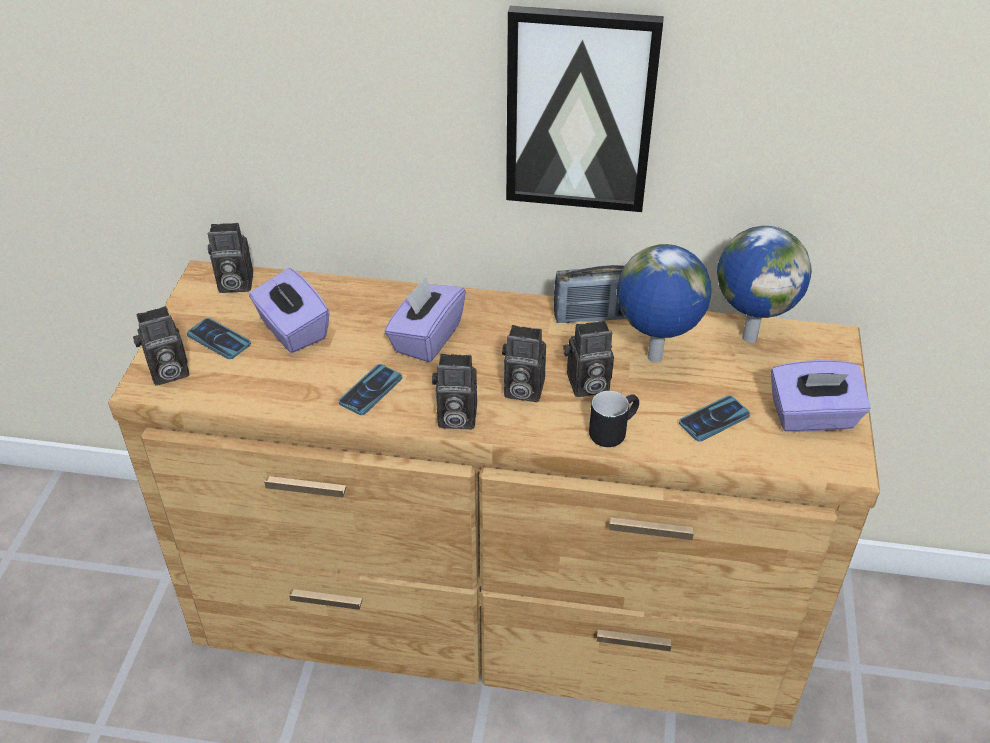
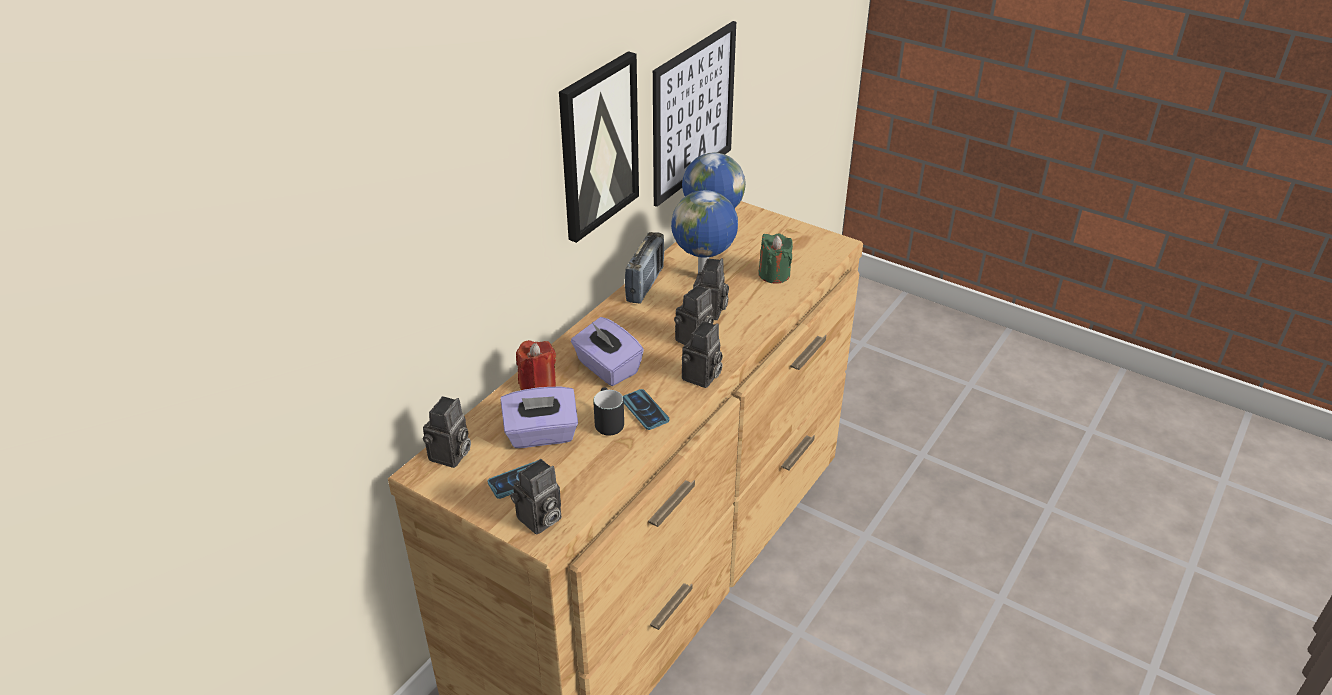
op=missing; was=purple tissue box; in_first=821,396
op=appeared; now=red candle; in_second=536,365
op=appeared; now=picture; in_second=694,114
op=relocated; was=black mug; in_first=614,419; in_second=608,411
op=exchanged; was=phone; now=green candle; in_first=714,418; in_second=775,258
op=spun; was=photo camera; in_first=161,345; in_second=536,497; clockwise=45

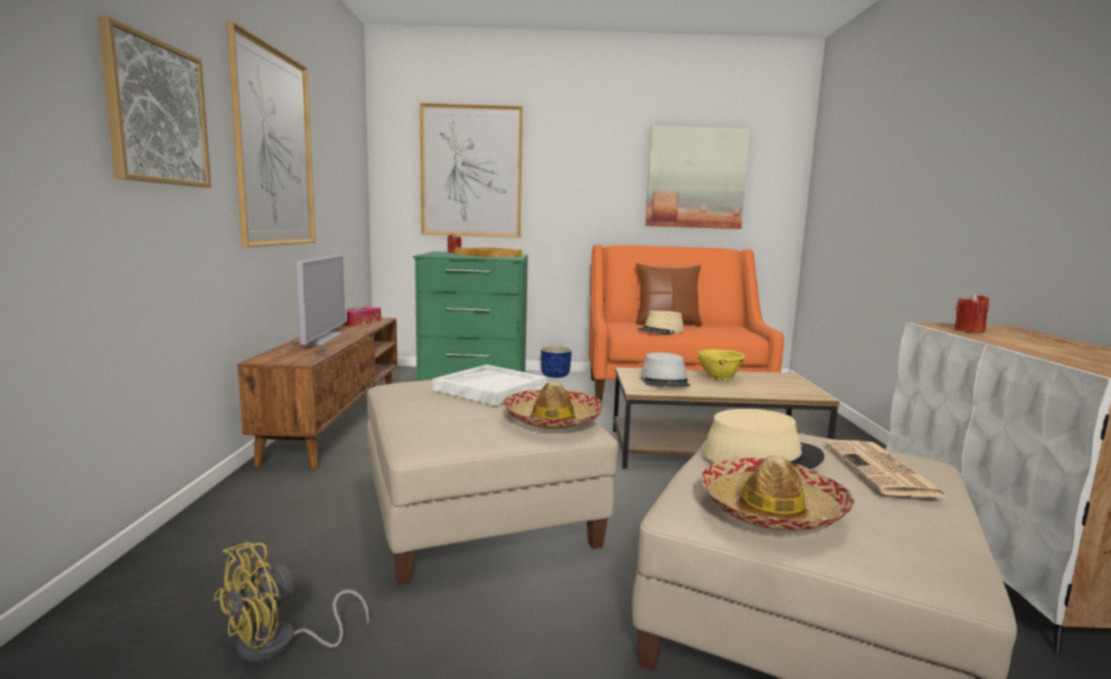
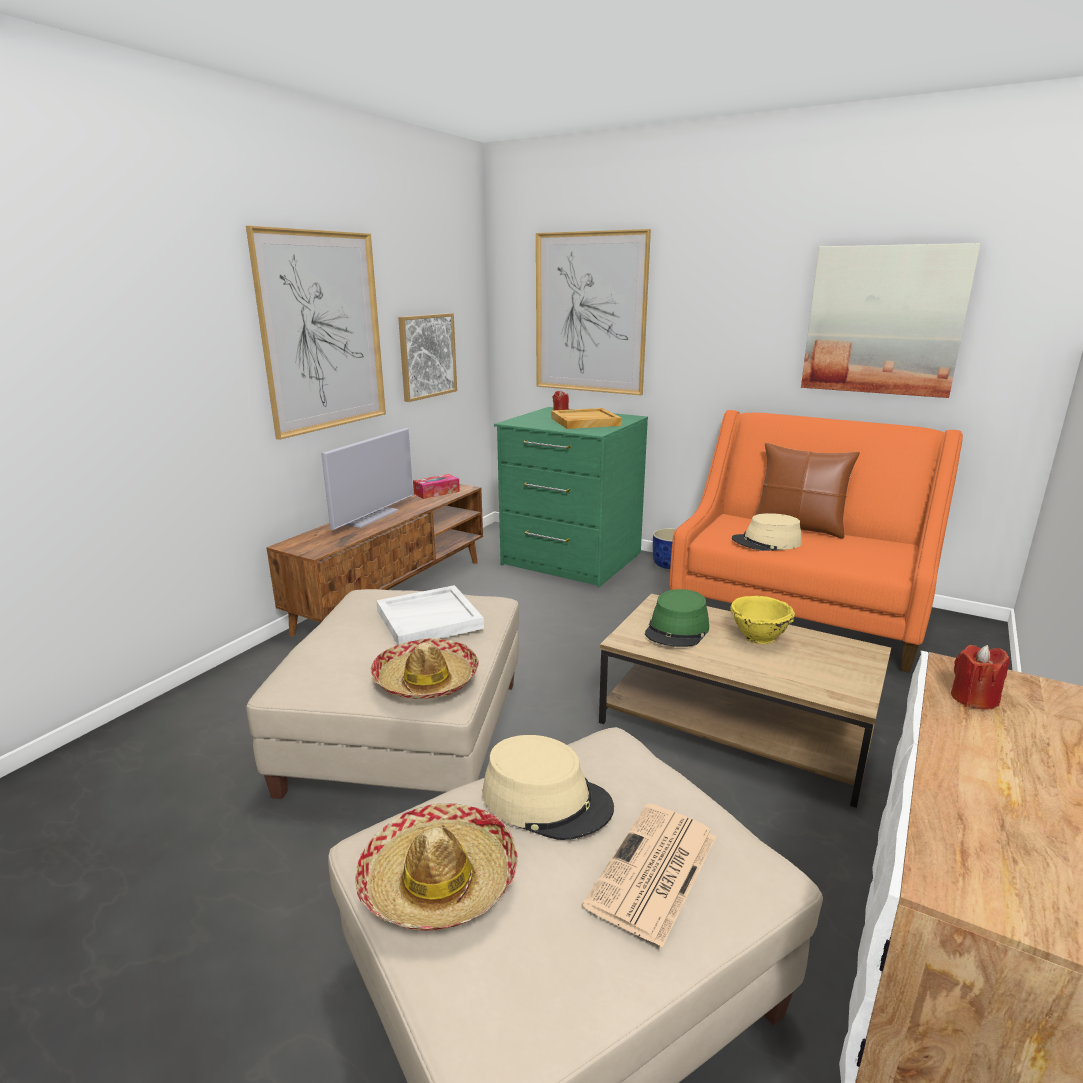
op=missing; was=yellow fan; in_first=291,602
op=relocated; was=picture; in_first=154,102; in_second=427,357
op=colour; was=grey hat; now=green hat; in_first=665,370; in_second=677,618

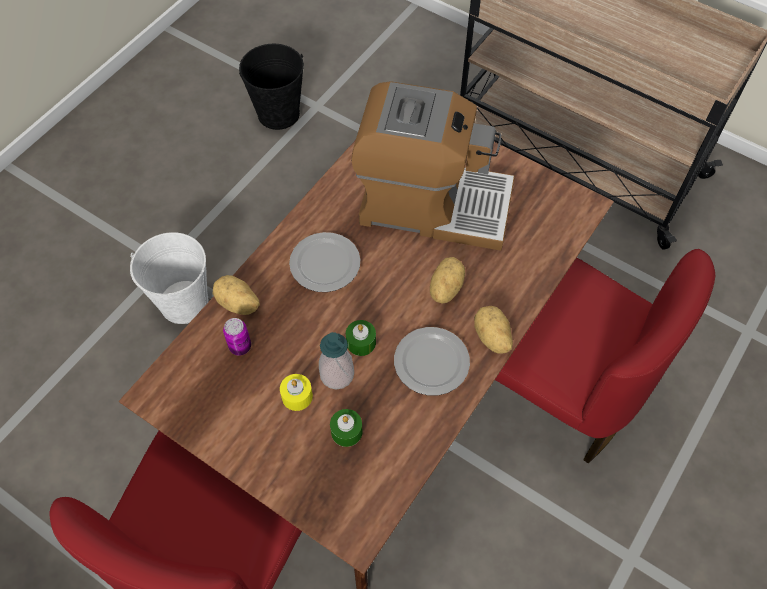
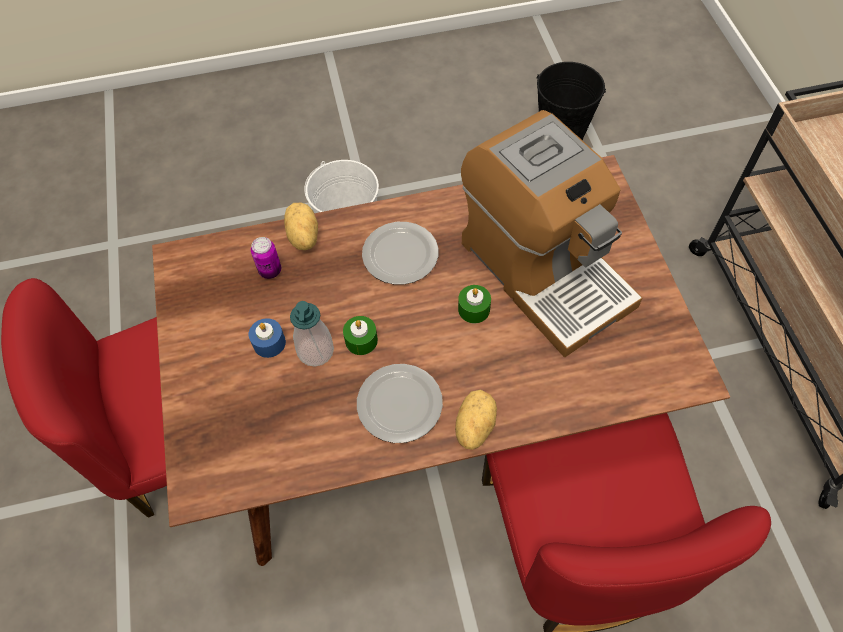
op=missing; was=potato; in_first=447,280
op=relocated; was=green candle; in_first=346,428; in_second=474,304
op=colour; was=yellow candle; now=blue candle; in_first=296,392; in_second=267,338

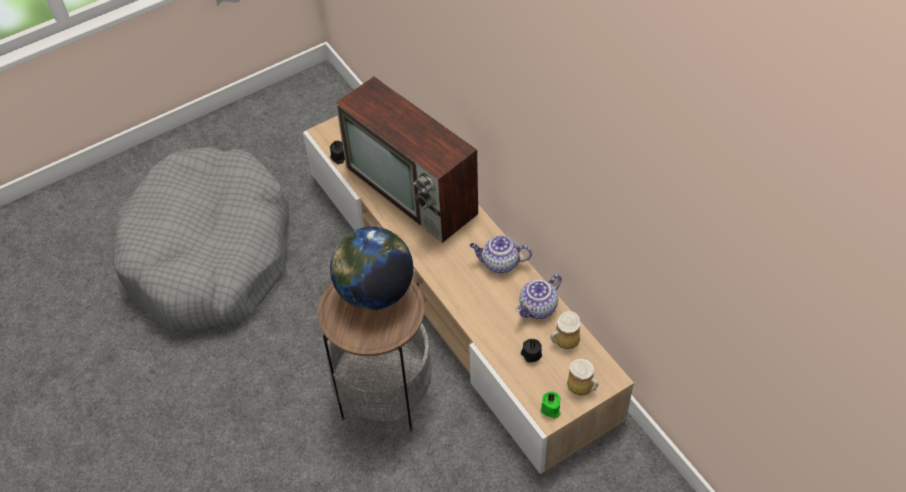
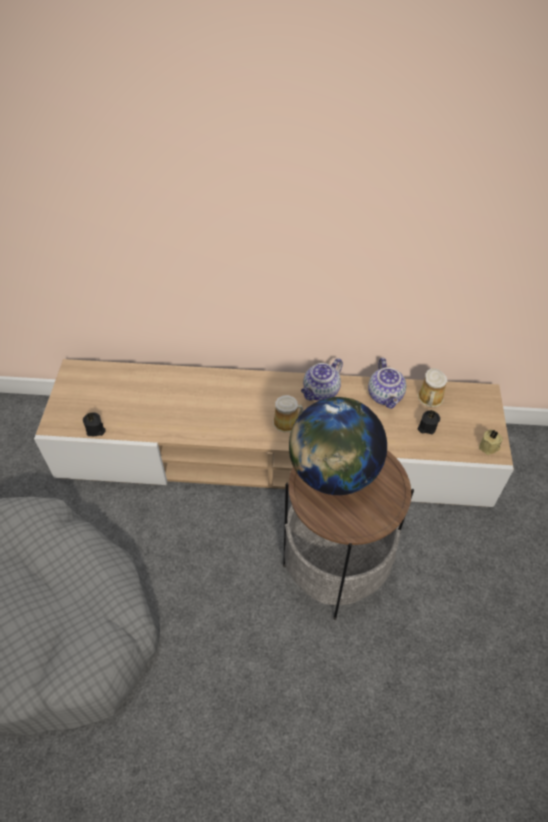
op=missing; was=television; in_first=407,160
op=relocated; was=mug; in_first=582,378; in_second=288,414
op=colour; was=green candle; now=beige candle; in_first=550,405; in_second=491,442

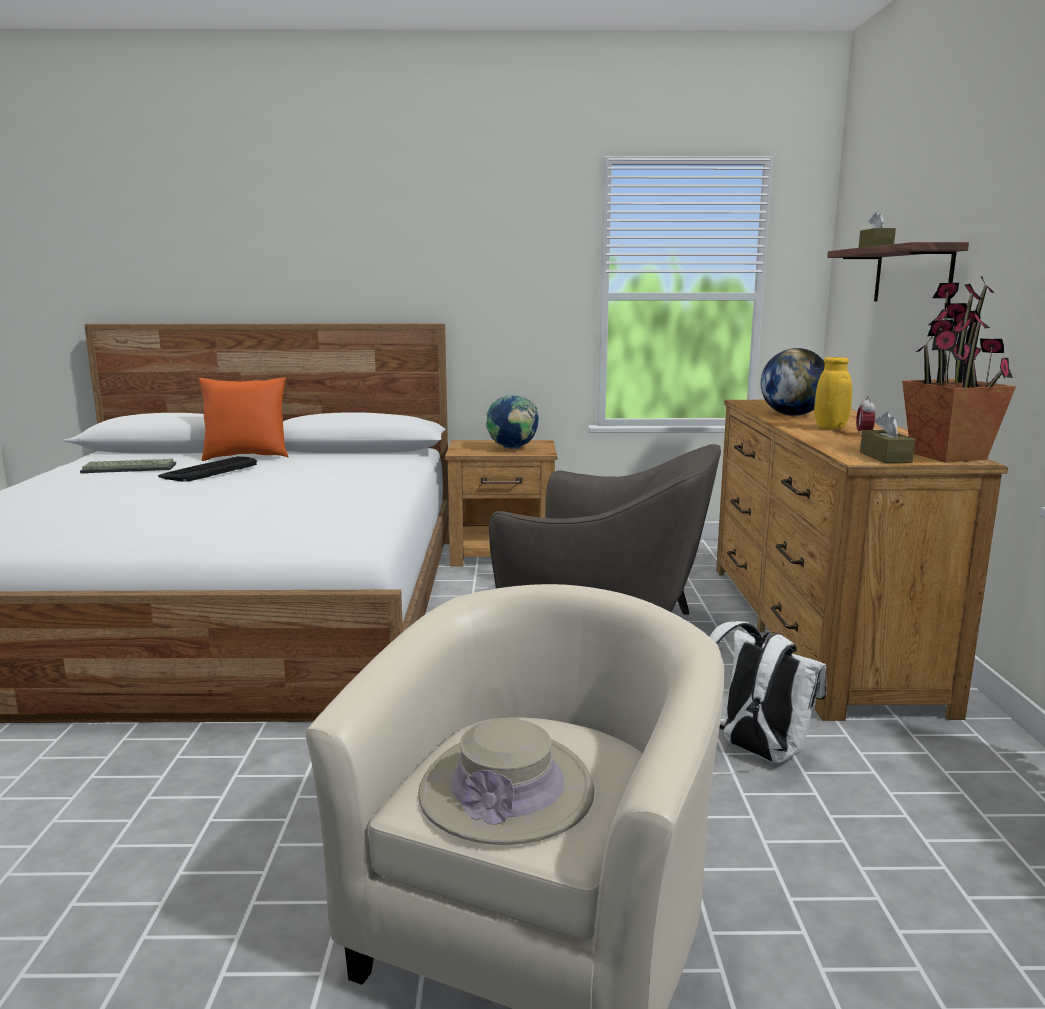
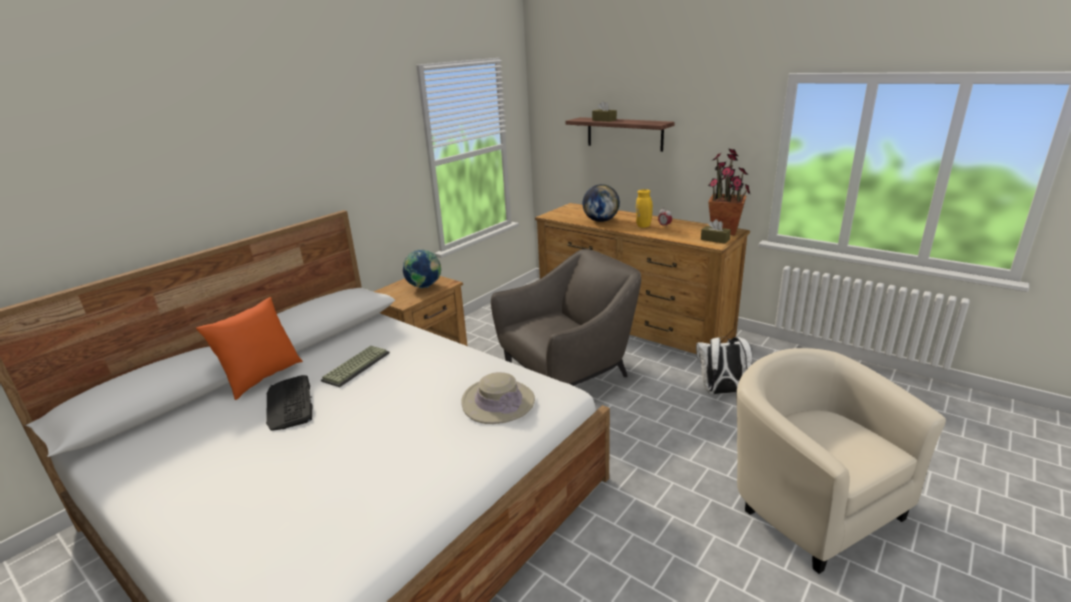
op=relocated; was=keyboard; in_first=128,466; in_second=355,366
op=relocated; was=beige hat; in_first=506,781; in_second=498,398

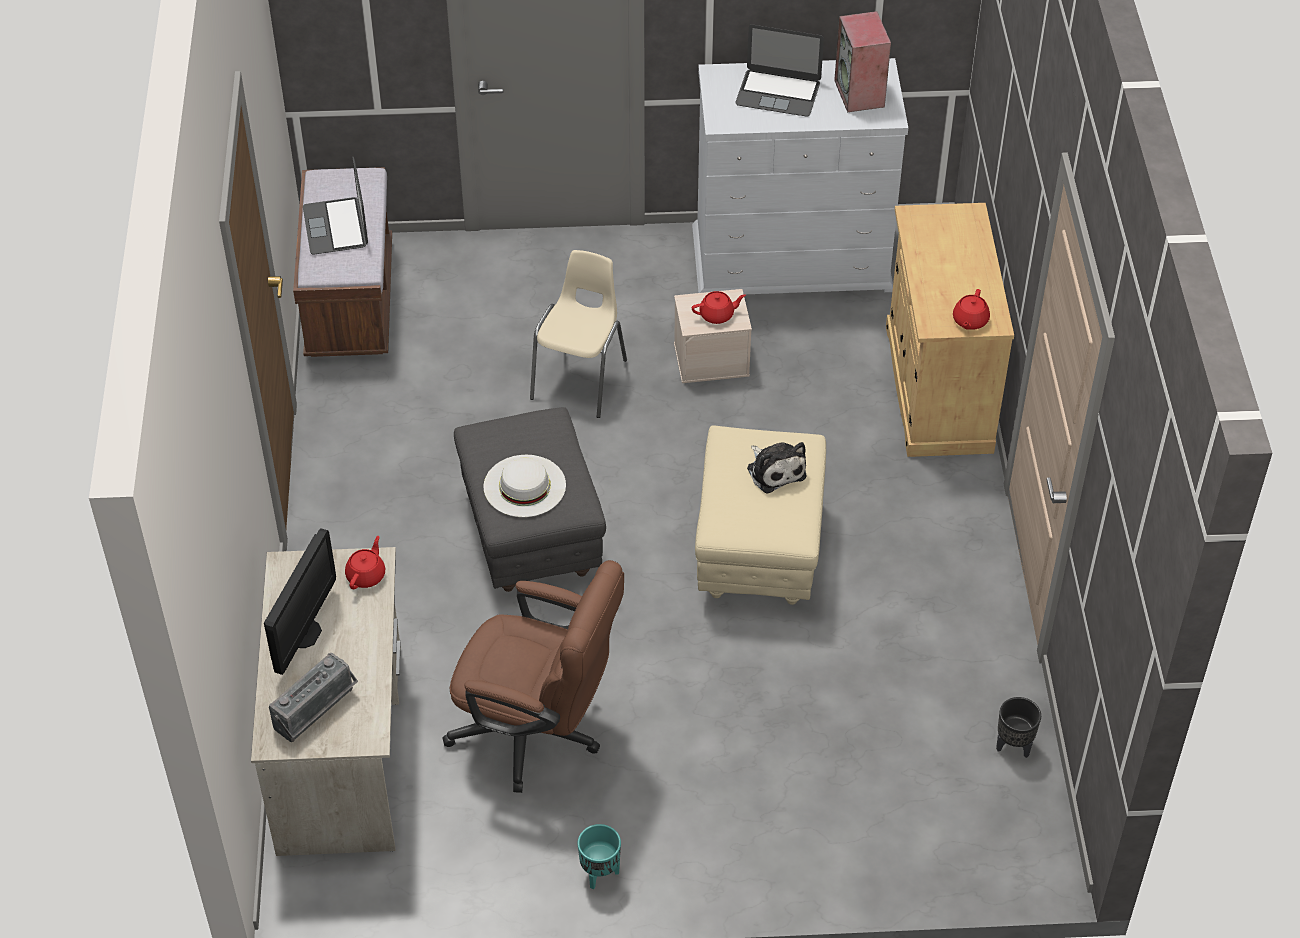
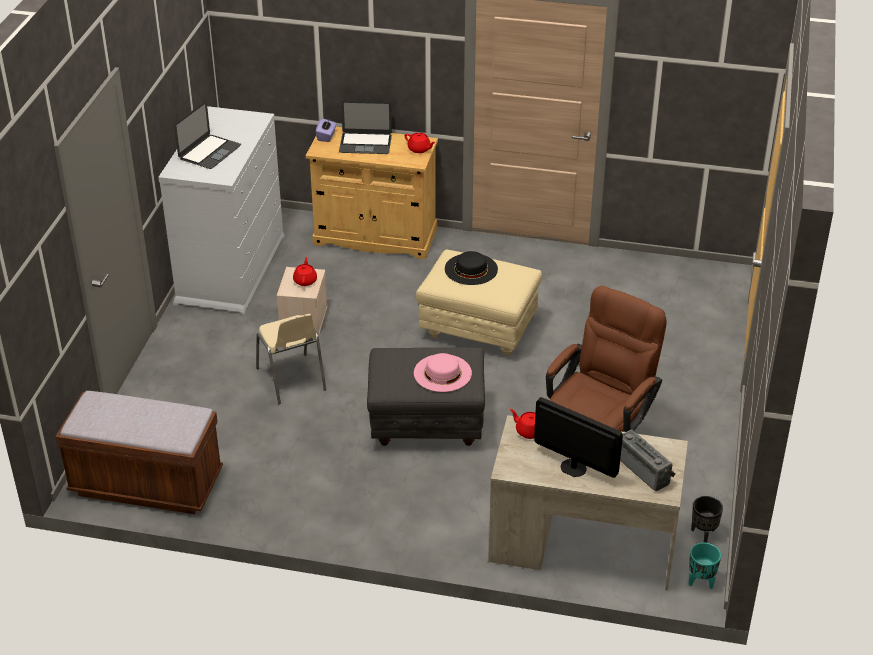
op=missing; was=speaker; in_first=862,61
op=appeared; now=purple tissue box; in_second=326,130
op=relocated; was=laptop; in_first=335,205; in_second=365,127
op=relocated; was=turquoise planter; in_first=599,856; in_second=705,566
op=relocated; was=black planter; in_first=1018,727; in_second=707,519
op=exchanged; was=plush toy; now=black hat; in_first=776,468; in_second=471,268
op=colour; was=white hat; now=pink hat; in_first=524,486; in_second=443,372
op=spun; was=beige chair; in_first=578,334; in_second=291,359; clockwise=-150

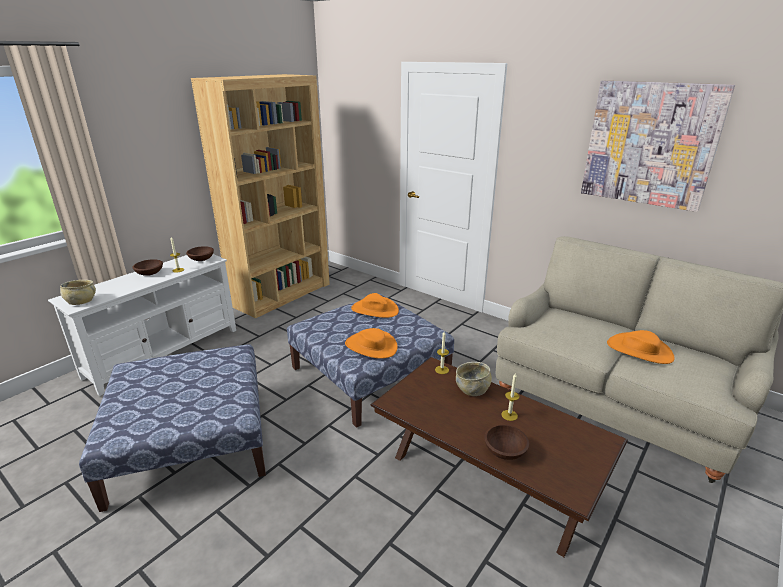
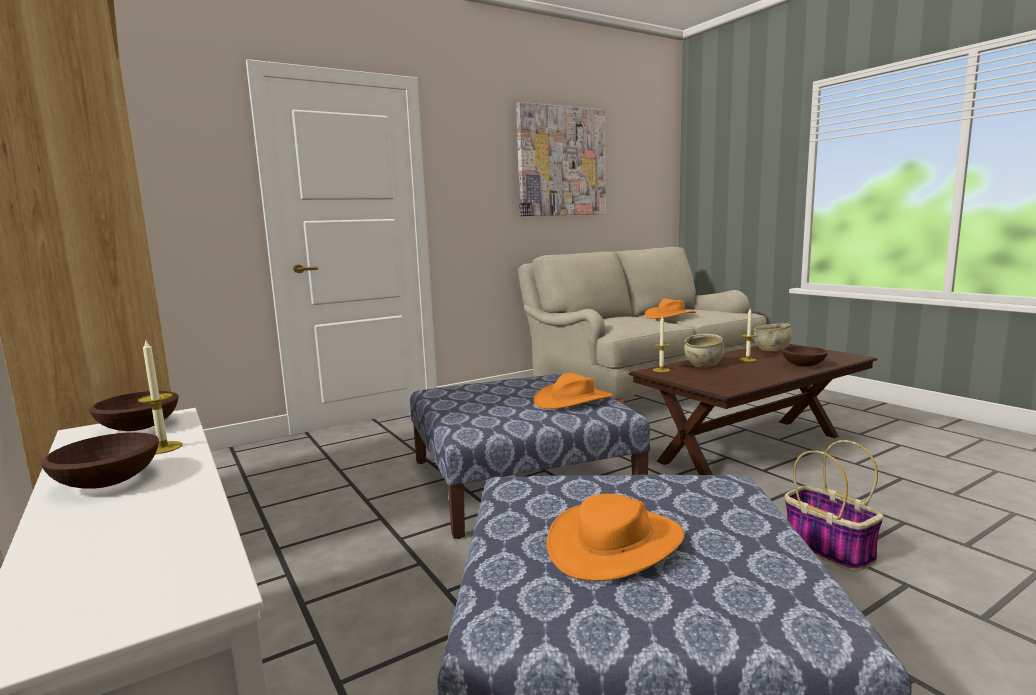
op=appeared; now=basket; in_second=834,506
op=relocated; was=beige bowl; in_first=78,292; in_second=772,337
op=relocated; was=orange hat; in_first=375,305; in_second=616,537

